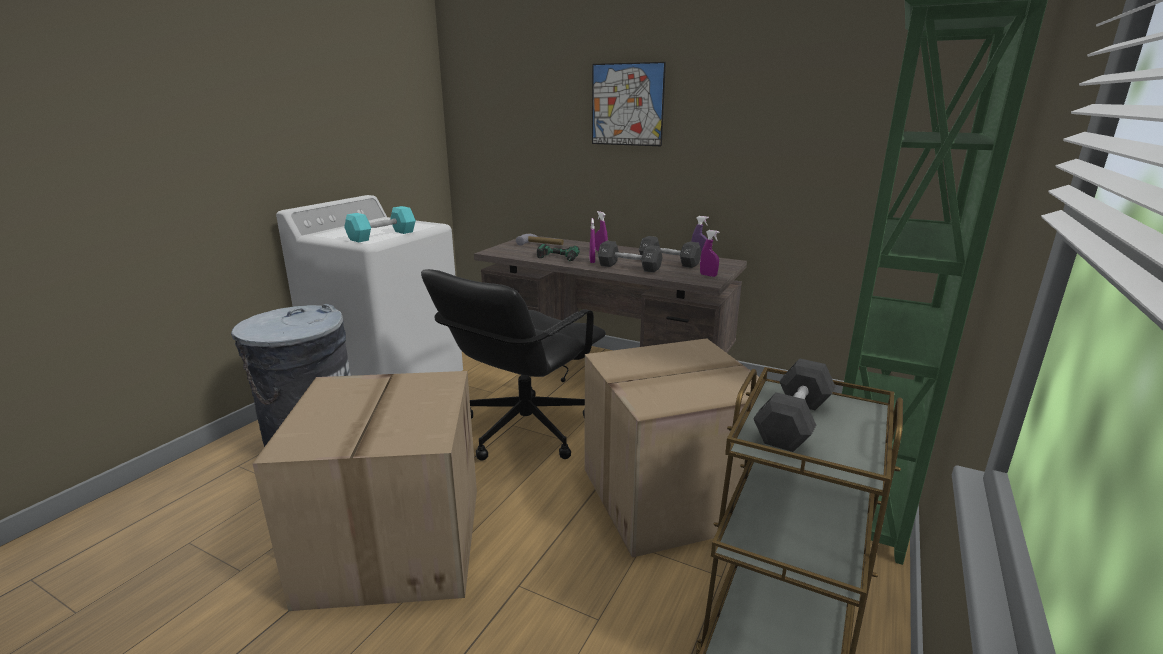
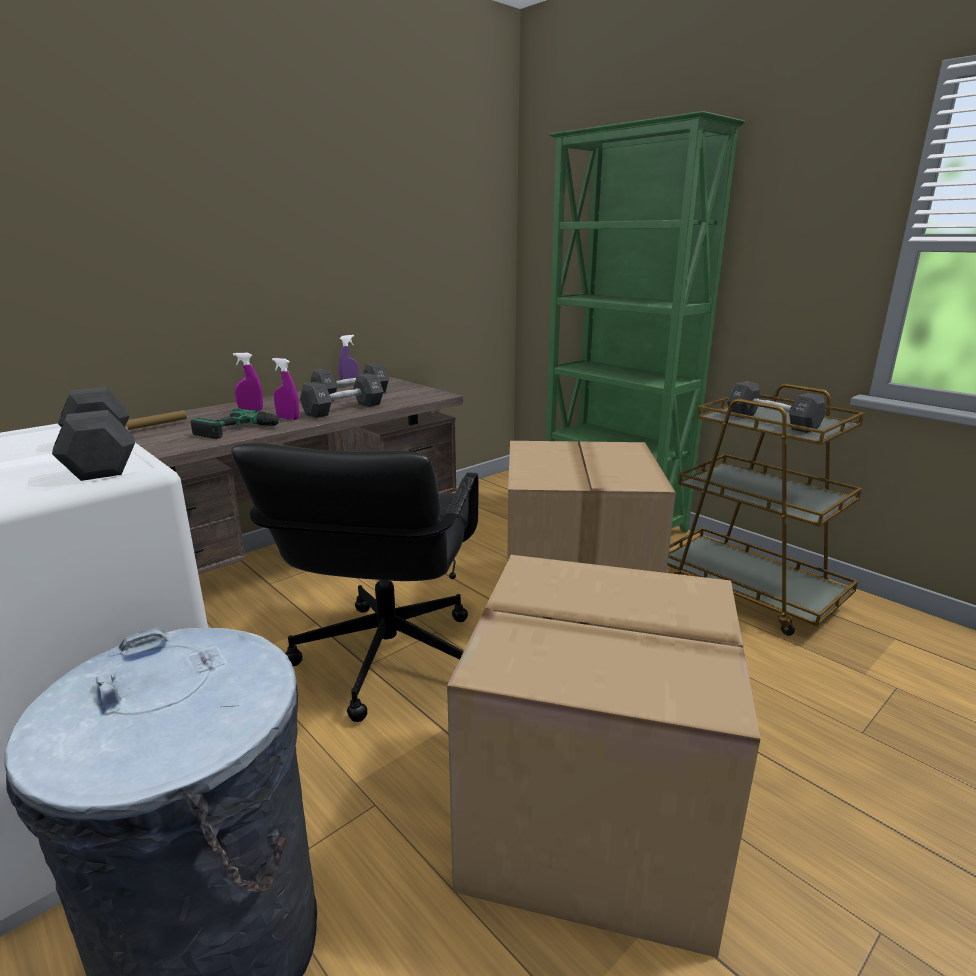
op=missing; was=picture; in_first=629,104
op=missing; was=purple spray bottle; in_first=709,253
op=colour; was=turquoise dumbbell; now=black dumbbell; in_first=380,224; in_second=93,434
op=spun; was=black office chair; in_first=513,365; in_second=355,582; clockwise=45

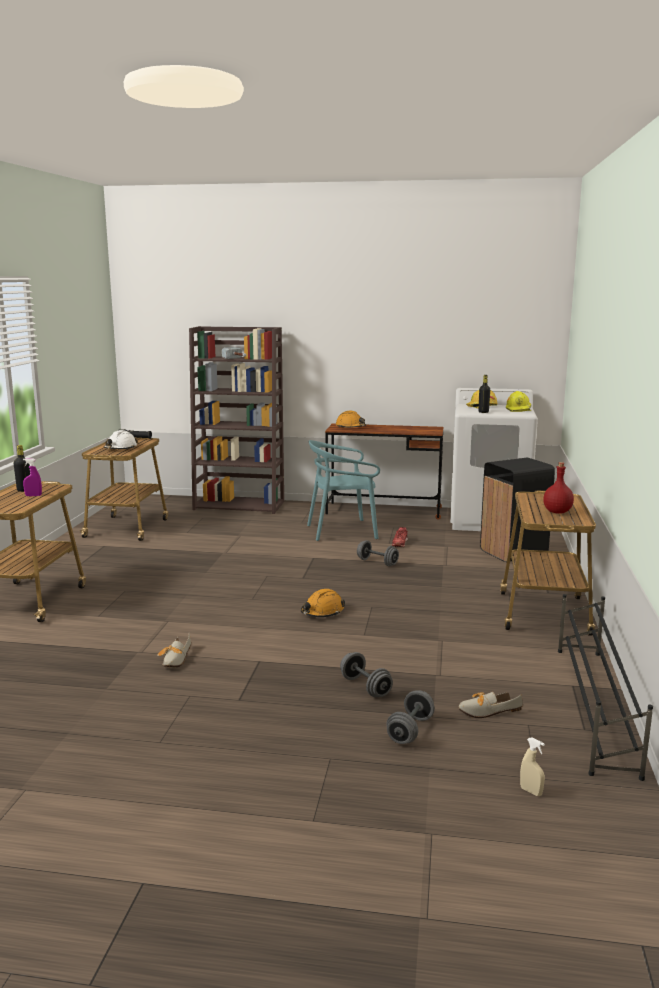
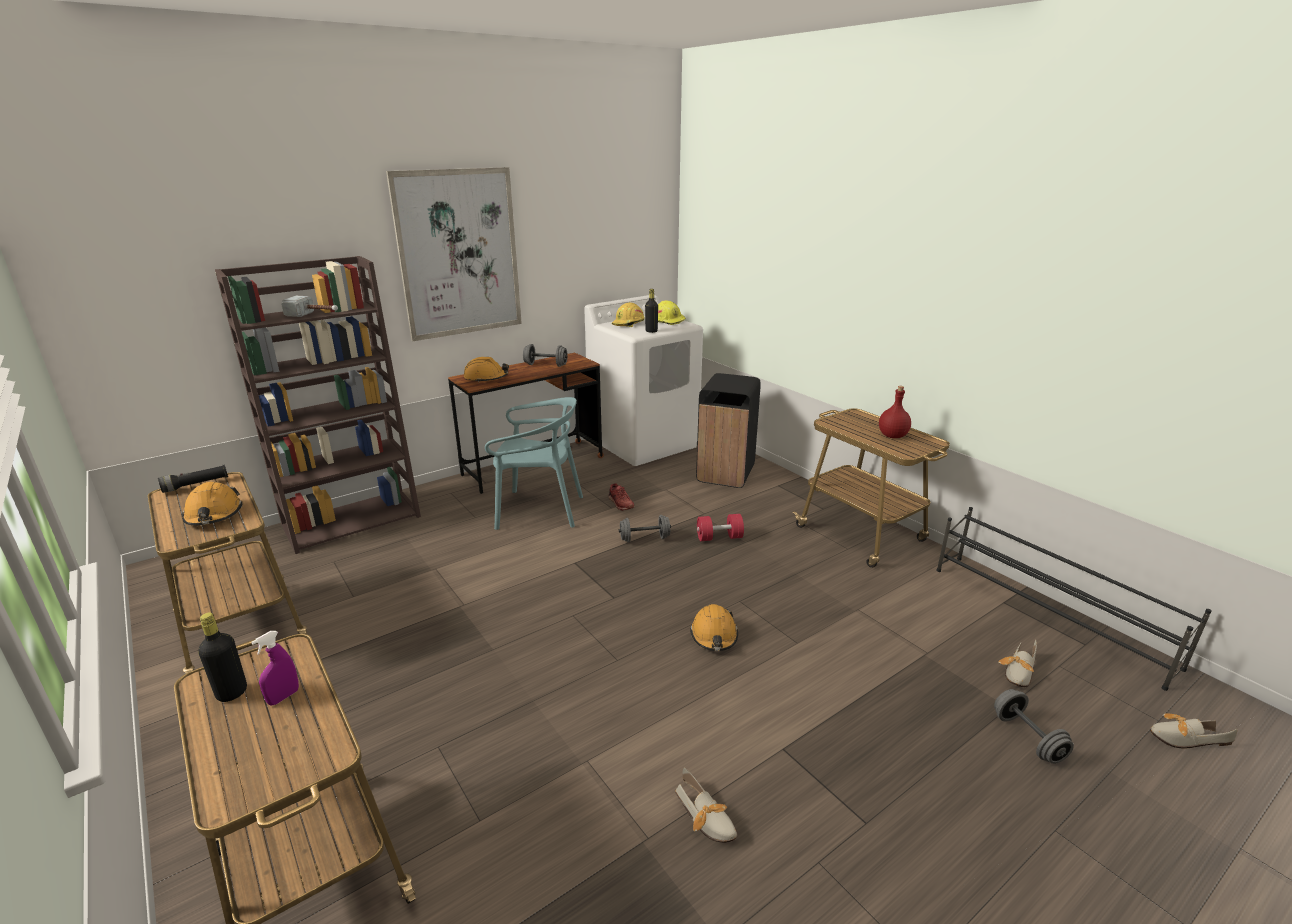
op=appeared; now=picture; in_second=454,254
op=appeared; now=red dumbbell; in_second=720,527
op=relocated; was=grey dumbbell; in_first=366,674; in_second=545,355
op=exchanged; was=beige spray bottle; now=shoe; in_first=532,766; in_second=1193,730
op=colour; was=white hard hat; now=orange hard hat; in_first=121,439; in_second=212,503
op=spun; was=turquoise chair; in_first=343,490; in_second=534,463; clockwise=-120

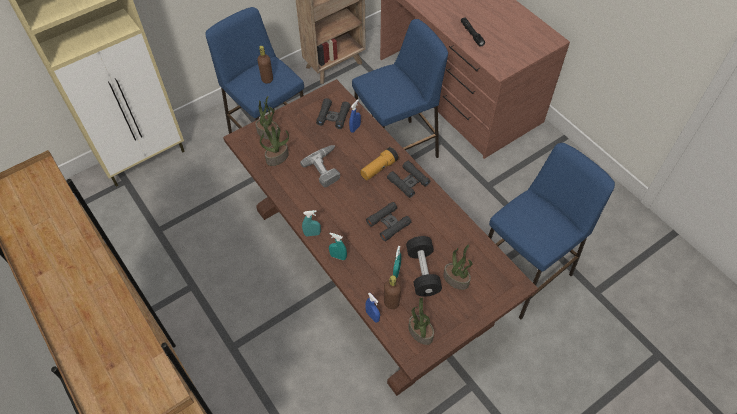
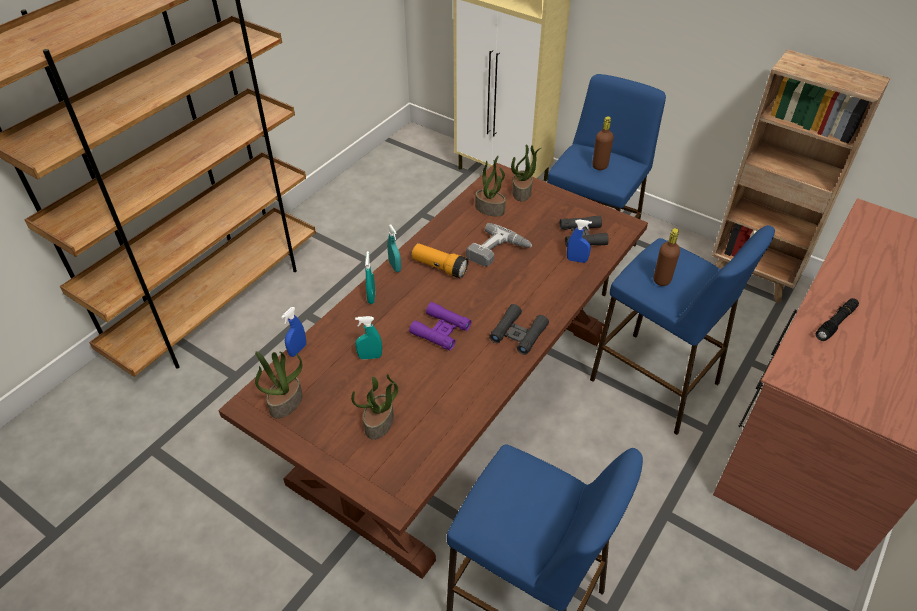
op=missing; was=black dumbbell; in_first=424,266
op=relocated; was=flashlight; in_first=379,163; in_second=440,260
op=relocated; was=brown bottle; in_first=392,292; in_second=667,257
op=colour; was=black binoculars; now=purple binoculars; in_first=388,221; in_second=440,326

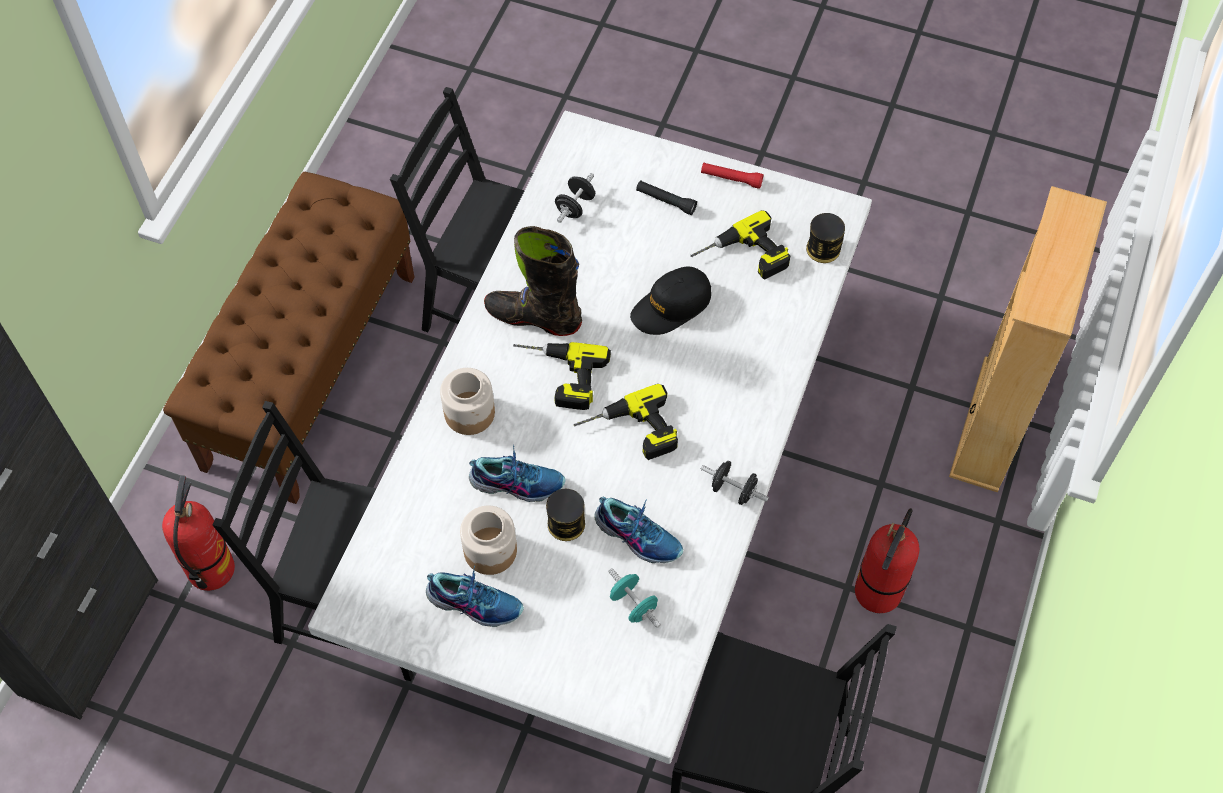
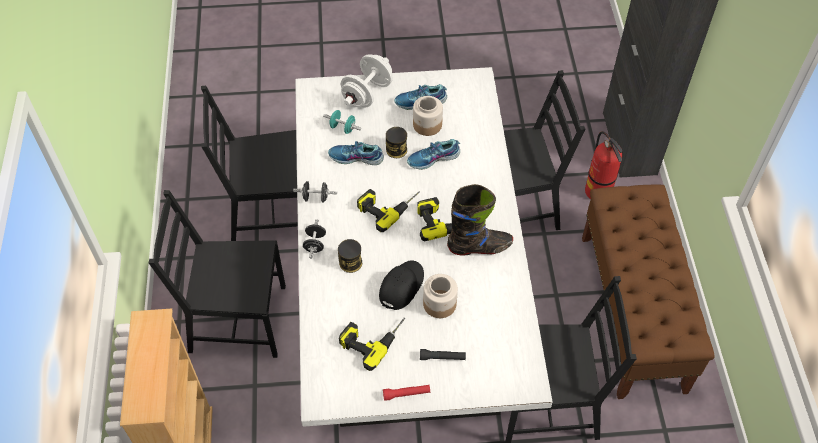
op=appeared; now=white dumbbell; in_second=367,80
op=relocated; was=jar; in_first=467,401; in_second=440,296
op=relocated; was=black dumbbell; in_first=575,198; in_second=314,238
op=relocated; was=can; in_first=825,238; in_second=350,256
op=exchanged; was=fire extinguisher; now=black chair; in_first=887,560; in_second=217,274

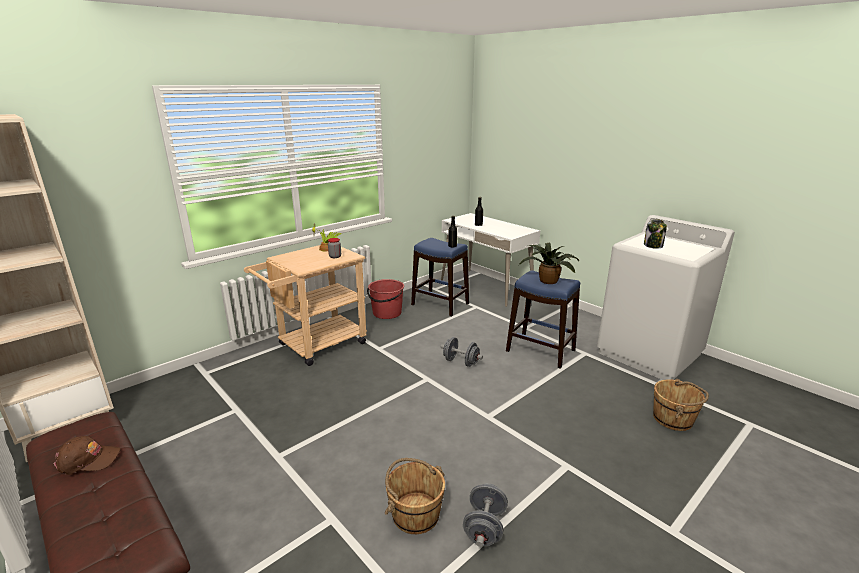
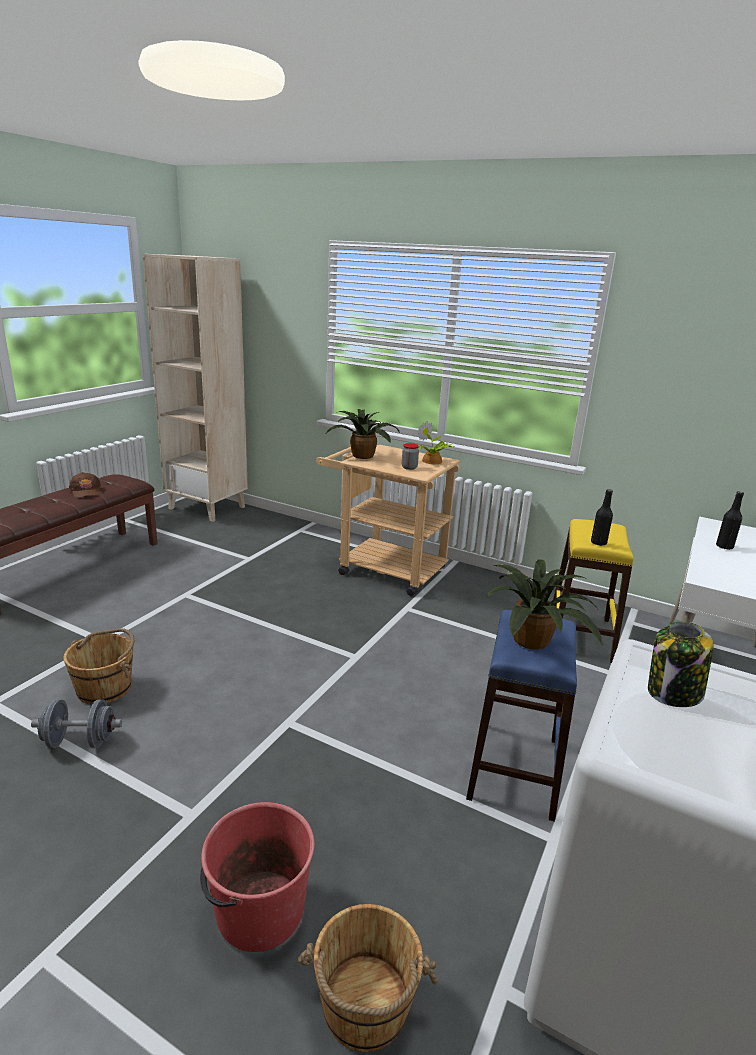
op=missing; was=grey dumbbell; in_first=462,352
op=appeared; now=potted plant; in_second=362,434
op=relocated; was=red bucket; in_first=385,299; in_second=257,877
op=colour; was=blue stool; now=yellow stool; in_first=440,277; in_second=593,591

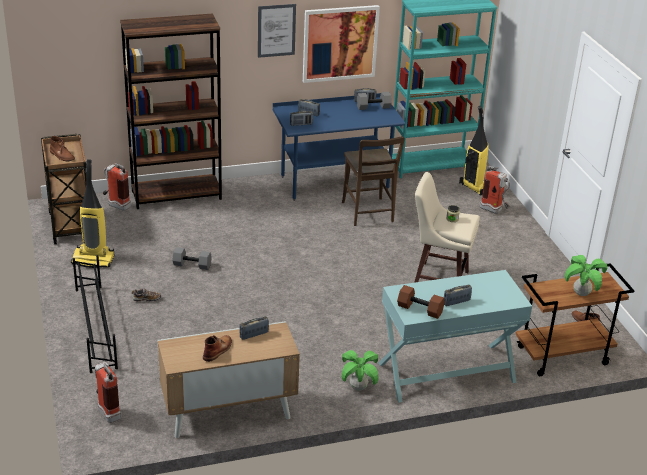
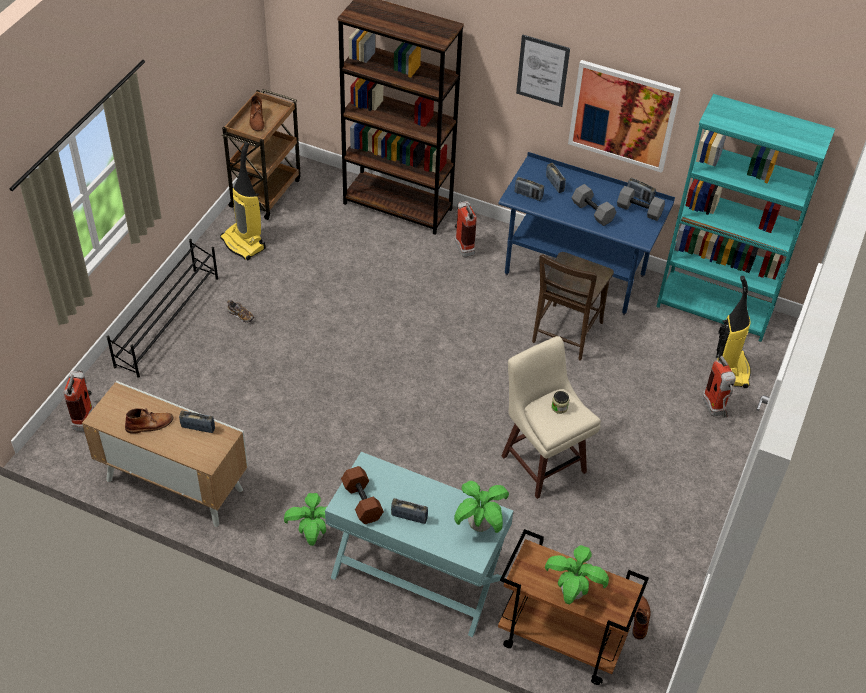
op=appeared; now=potted plant; in_second=481,507
op=relocated; was=fire extinguisher; in_first=117,187; in_second=466,229
op=relocated; was=grey dumbbell; in_first=192,258; in_second=594,205

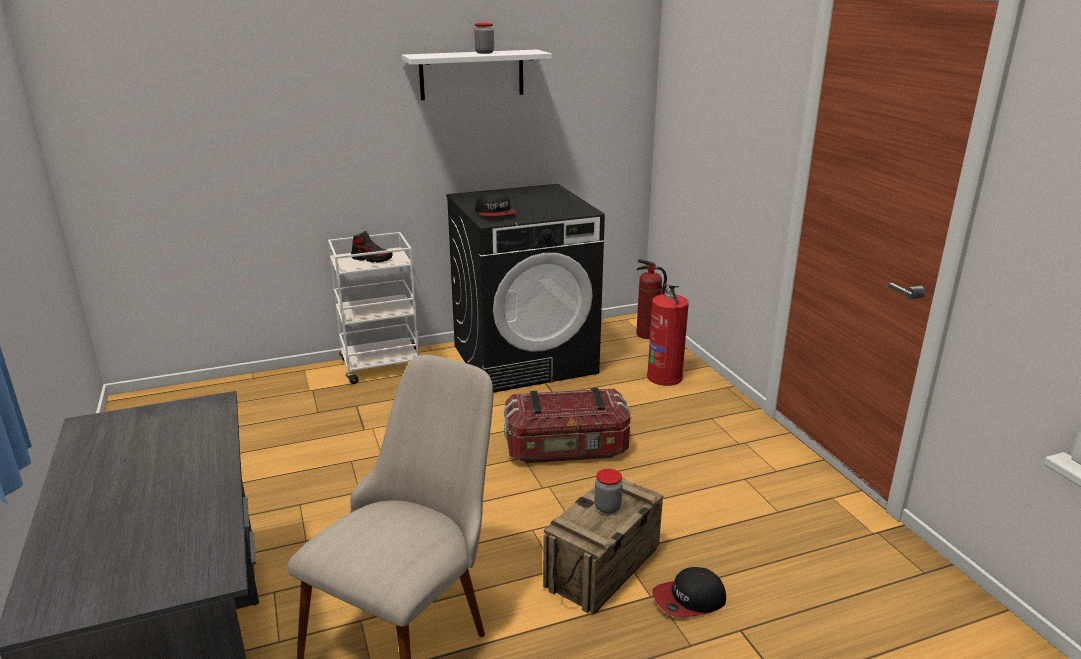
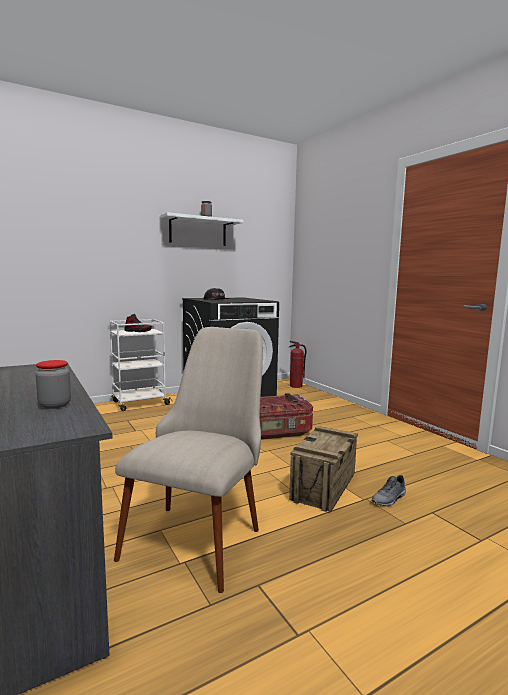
op=missing; was=fire extinguisher; in_first=668,334
op=relocated; was=jar; in_first=609,491; in_second=53,384
op=exchanged; was=cap; now=grey shoe; in_first=689,592; in_second=388,490

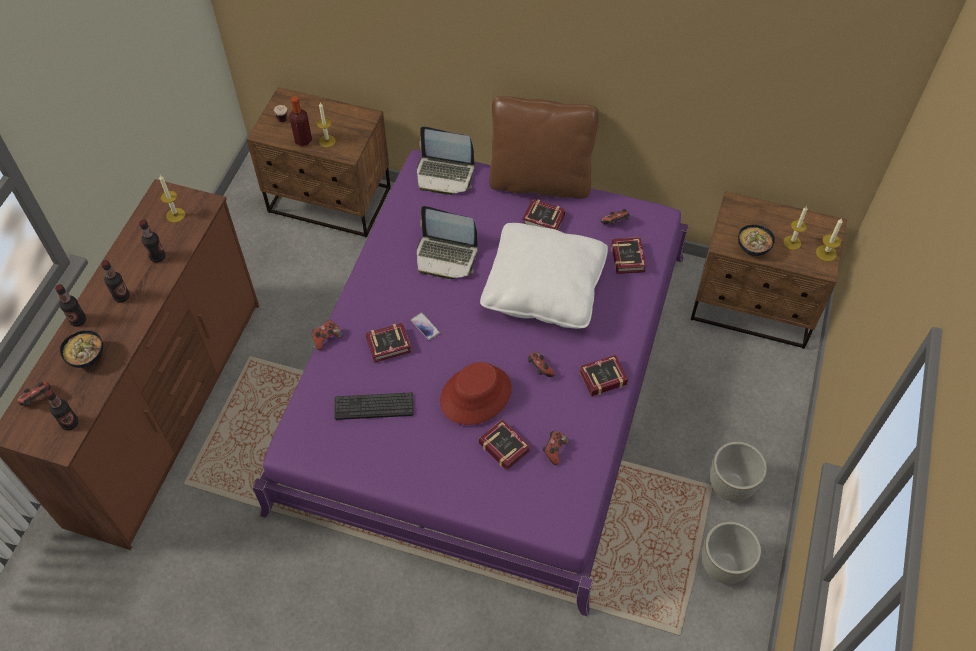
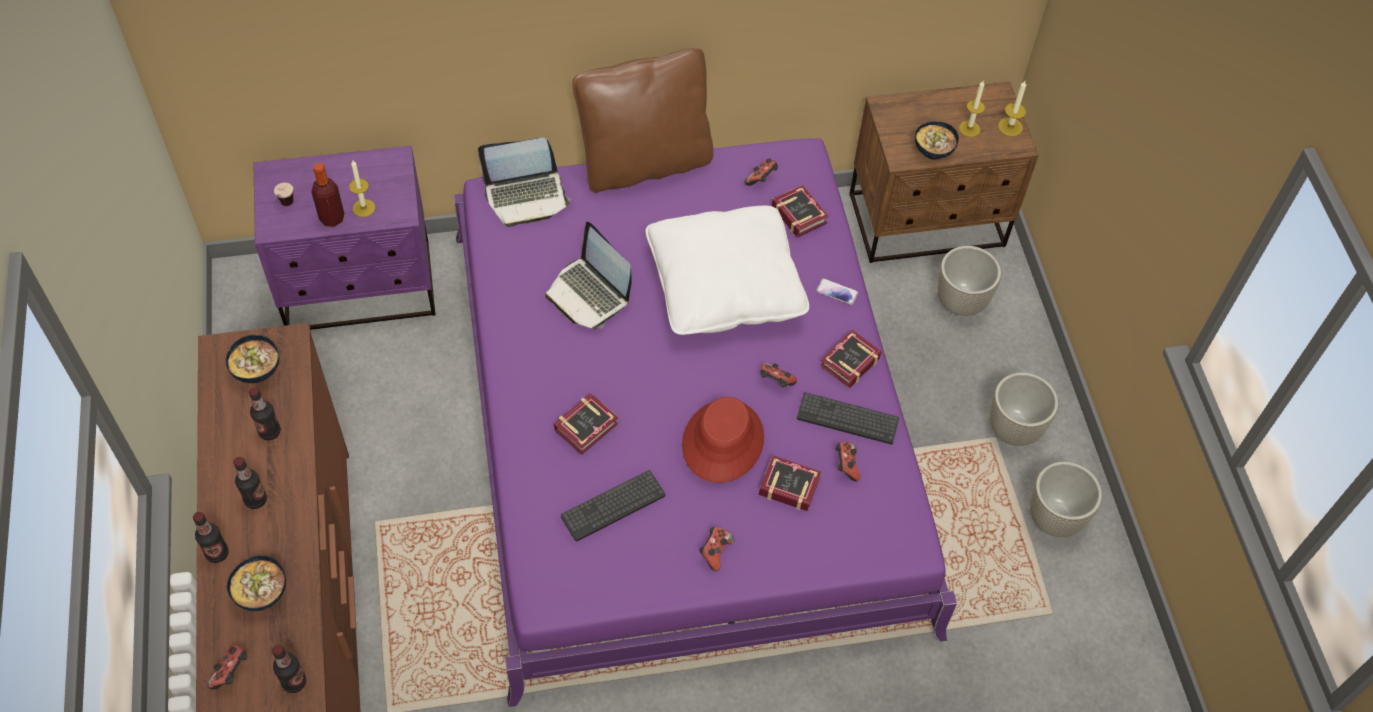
op=missing; was=book; in_first=544,214
op=appeared; now=keyboard; in_second=848,418
op=appeared; now=grey planter; in_second=969,281
op=relocated; was=game controller; in_first=327,335; in_second=717,549
op=relocated; was=phone; in_first=425,326; in_second=837,291
op=exchanged; was=candle; now=bowl; in_first=172,199; in_second=252,359
op=colour; was=brown nightstand; now=purple nightstand; in_first=318,162; in_second=344,238
op=spun; was=laptop; in_first=447,242; in_second=588,275; clockwise=60

